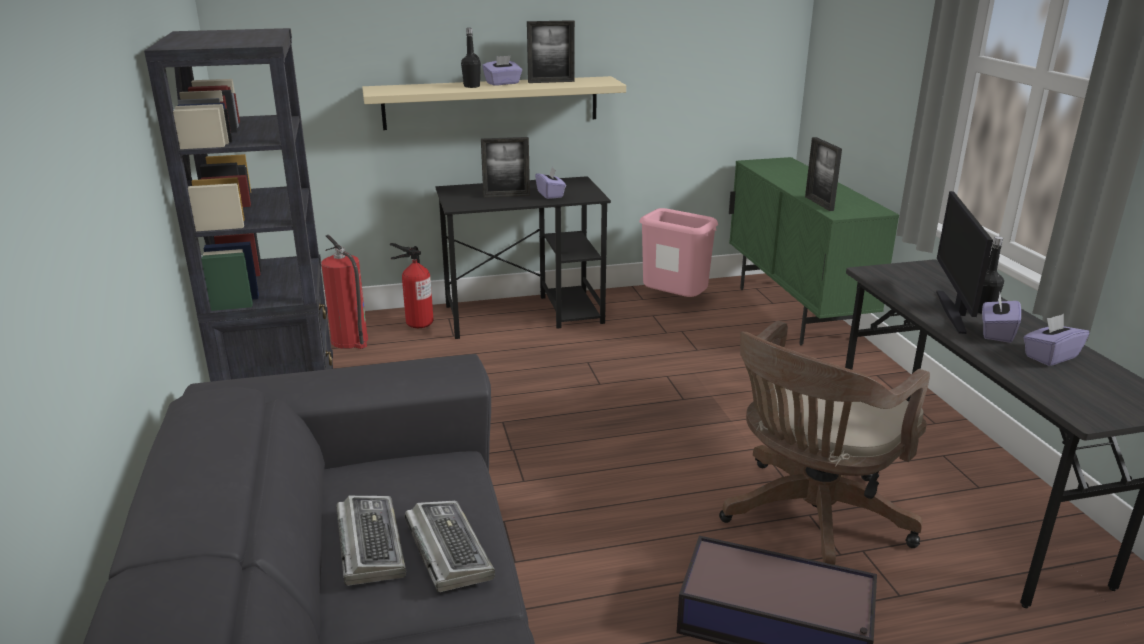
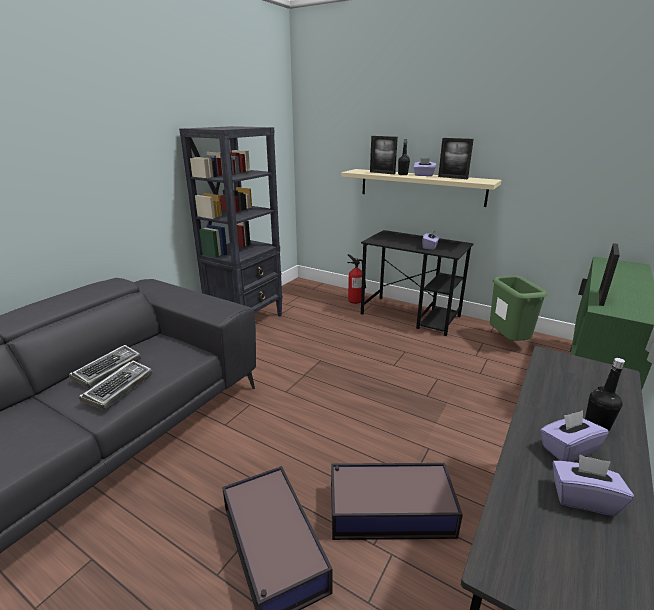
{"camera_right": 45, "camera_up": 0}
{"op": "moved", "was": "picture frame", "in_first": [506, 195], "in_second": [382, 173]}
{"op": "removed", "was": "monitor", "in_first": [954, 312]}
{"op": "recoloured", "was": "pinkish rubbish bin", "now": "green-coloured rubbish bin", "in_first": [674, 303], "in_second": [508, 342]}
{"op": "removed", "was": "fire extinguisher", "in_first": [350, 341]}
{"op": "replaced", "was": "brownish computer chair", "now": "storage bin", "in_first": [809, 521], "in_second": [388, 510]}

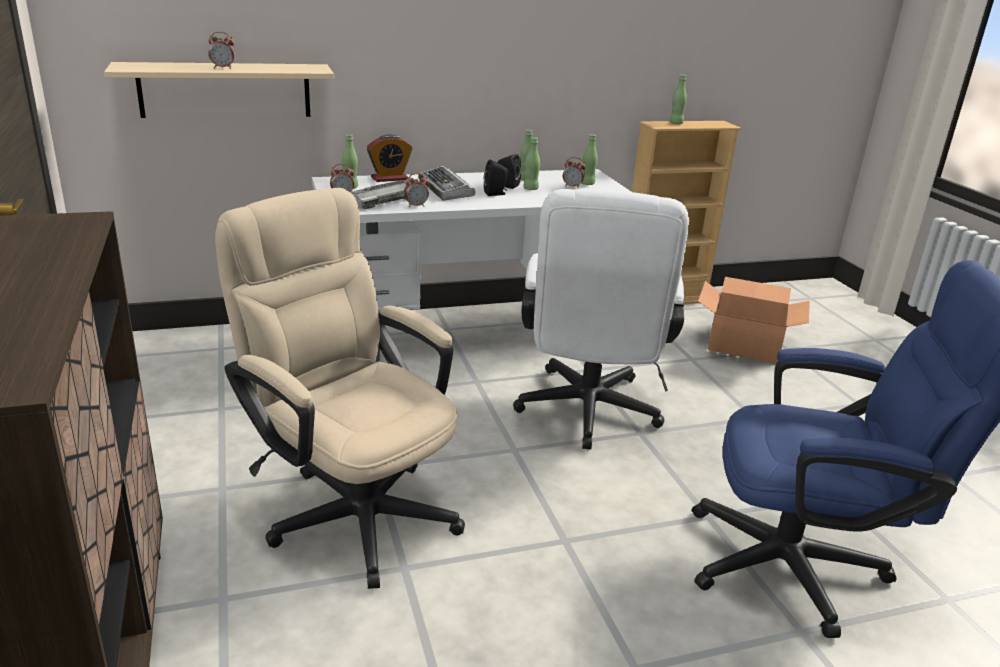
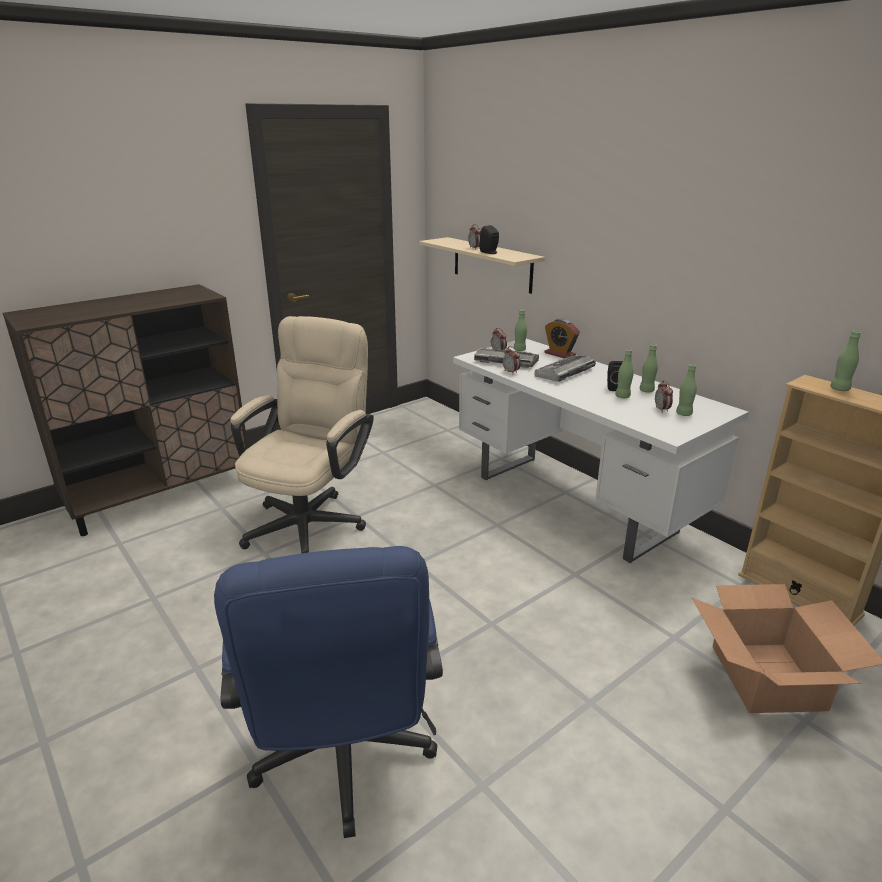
{"camera_right": 70, "camera_up": 0}
{"op": "moved", "was": "blackish loudspeaker", "in_first": [496, 193], "in_second": [490, 253]}
{"op": "removed", "was": "whitish computer chair", "in_first": [587, 415]}

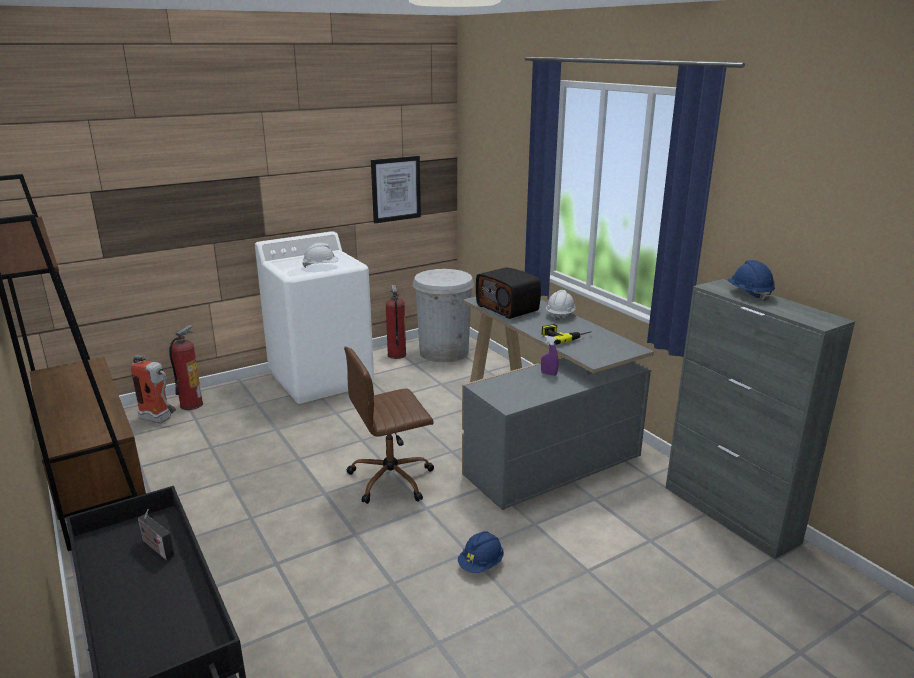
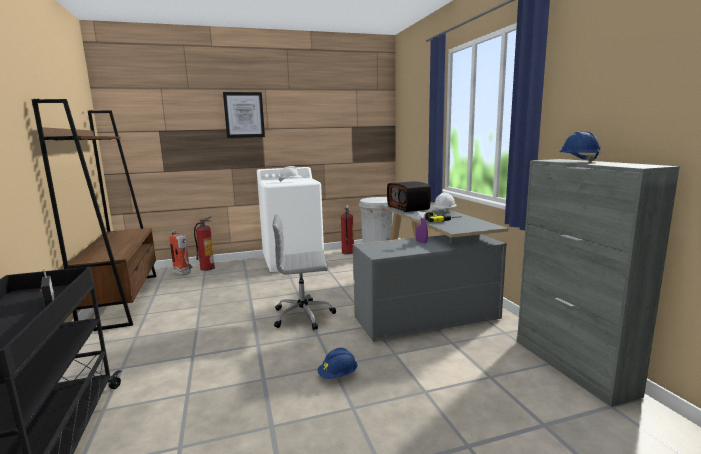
{"camera_right": 15, "camera_up": -10}
{"op": "moved", "was": "wall picture", "in_first": [396, 189], "in_second": [244, 115]}
{"op": "recoloured", "was": "brownish computer chair", "now": "grey computer chair", "in_first": [392, 479], "in_second": [304, 316]}

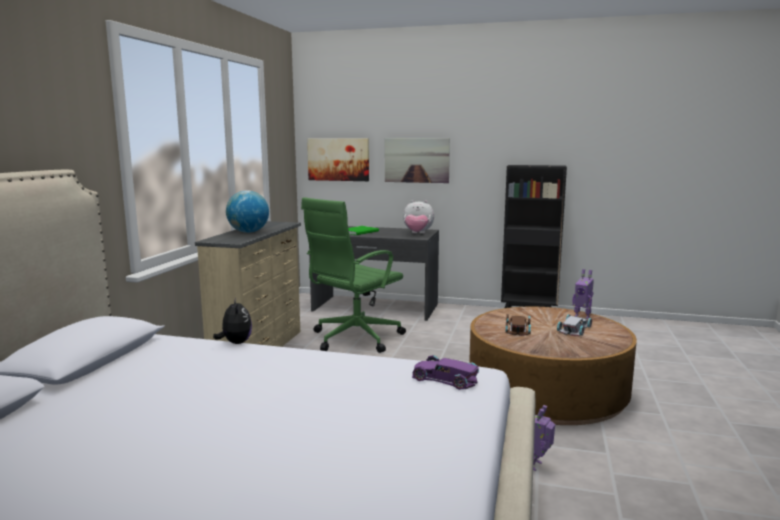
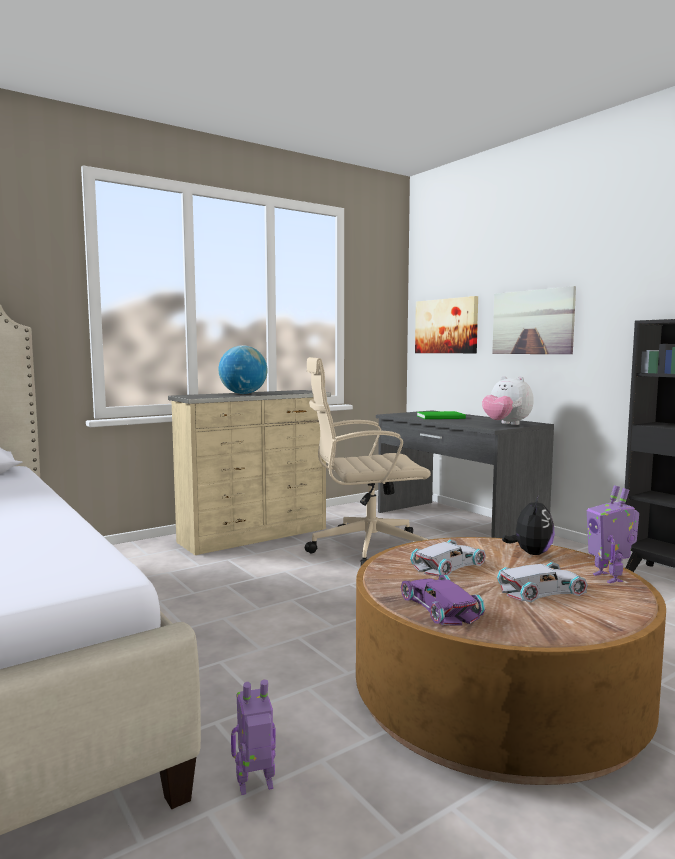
{"camera_right": 40, "camera_up": -5}
{"op": "recoloured", "was": "green-coloured computer chair", "now": "beige computer chair", "in_first": [354, 338], "in_second": [365, 549]}
{"op": "moved", "was": "soft toy", "in_first": [235, 343], "in_second": [530, 553]}
{"op": "recoloured", "was": "brownish toy car", "now": "whitish toy car", "in_first": [518, 328], "in_second": [449, 565]}
{"op": "moved", "was": "purple-coloured toy car", "in_first": [445, 378], "in_second": [441, 606]}

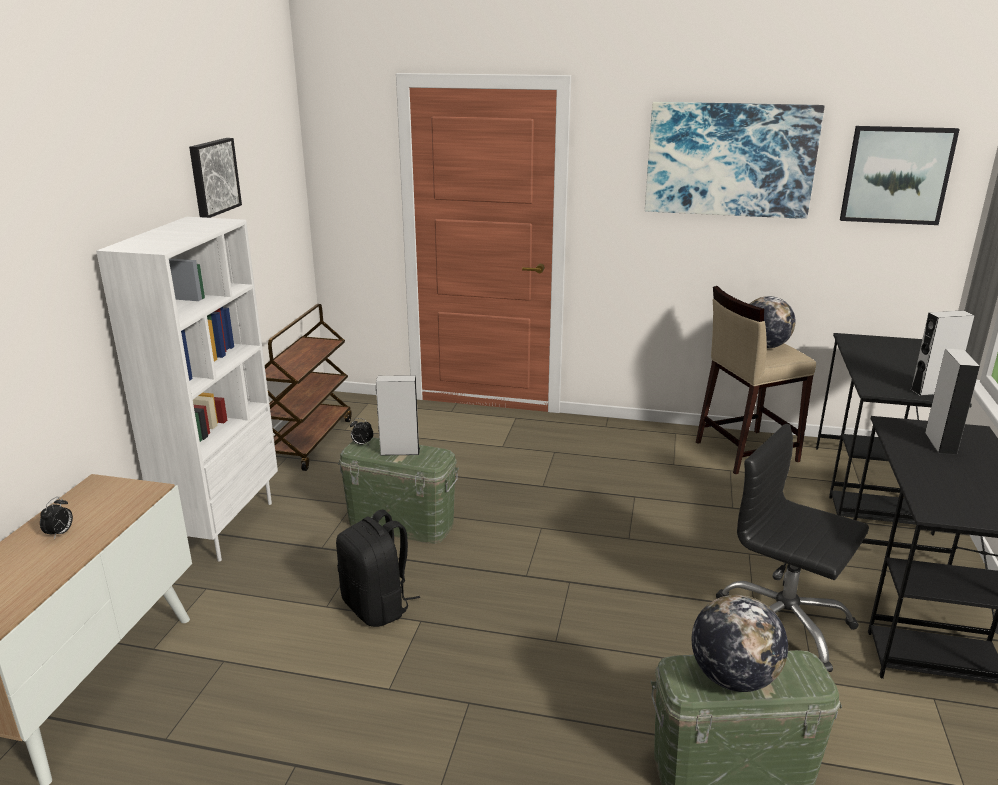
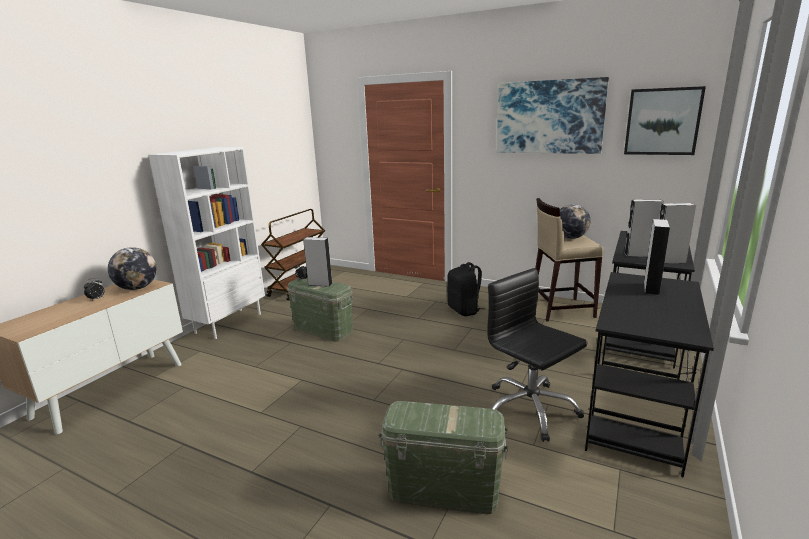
{"camera_right": 15, "camera_up": -5}
{"op": "removed", "was": "wall picture", "in_first": [213, 177]}
{"op": "moved", "was": "blackish backpack", "in_first": [377, 607], "in_second": [464, 310]}
{"op": "moved", "was": "desk globe", "in_first": [733, 678], "in_second": [137, 288]}
{"op": "added", "now": "grey loudspeaker", "in_second": [639, 255]}

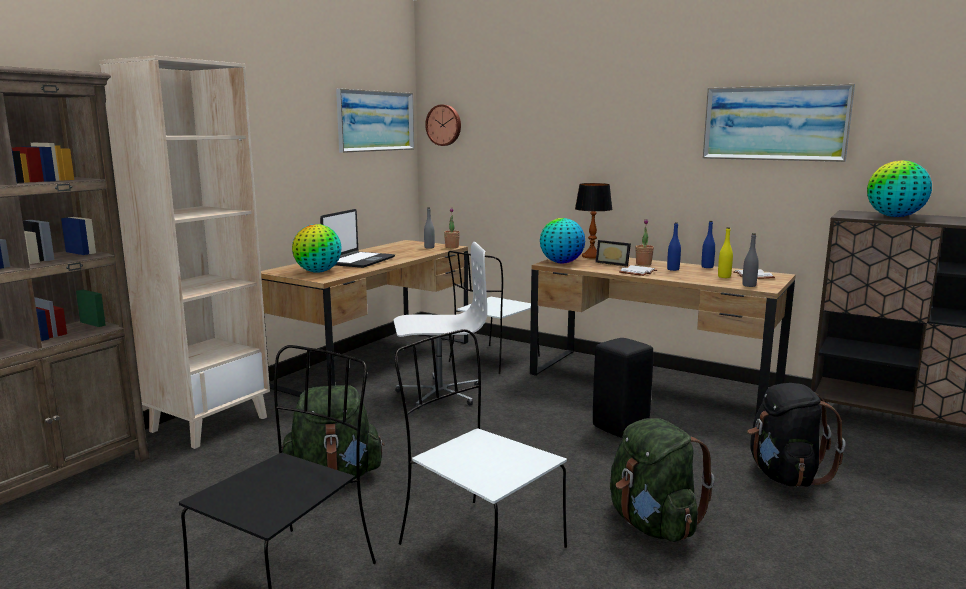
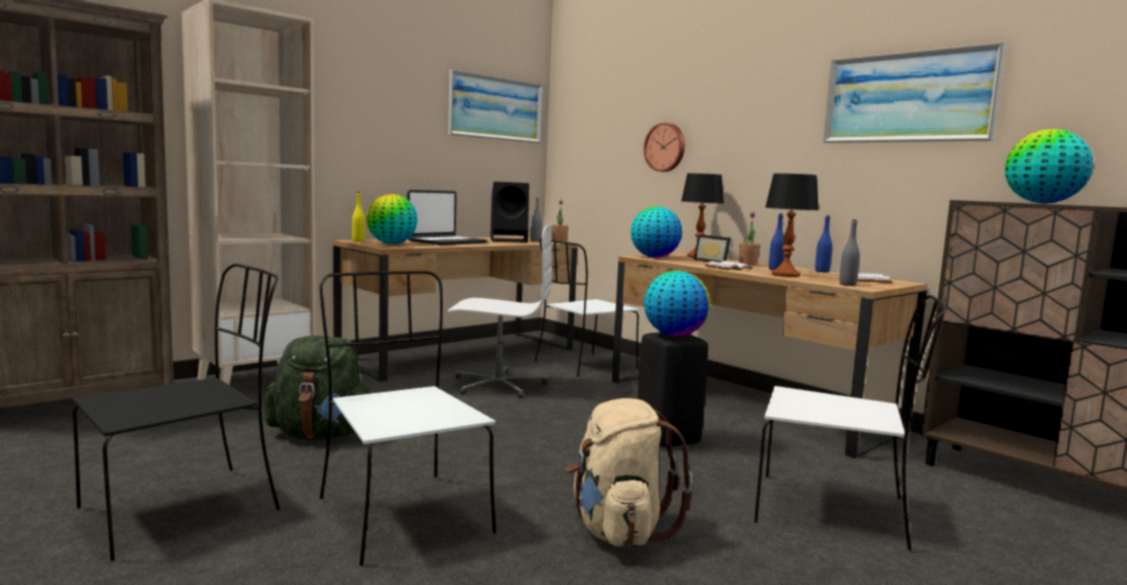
{"camera_right": 15, "camera_up": -5}
{"op": "moved", "was": "clock on the wall", "in_first": [444, 125], "in_second": [665, 147]}
{"op": "moved", "was": "yellow drink bottle", "in_first": [724, 277], "in_second": [358, 241]}
{"op": "replaced", "was": "blackish backpack", "now": "whitish upright chair", "in_first": [784, 475], "in_second": [835, 511]}
{"op": "recoloured", "was": "green-coloured backpack", "now": "beige backpack", "in_first": [653, 524], "in_second": [618, 530]}
{"op": "added", "now": "lamp for a table", "in_second": [785, 275]}
{"op": "added", "now": "blackish loudspeaker", "in_second": [510, 240]}
{"op": "added", "now": "desk globe", "in_second": [674, 335]}

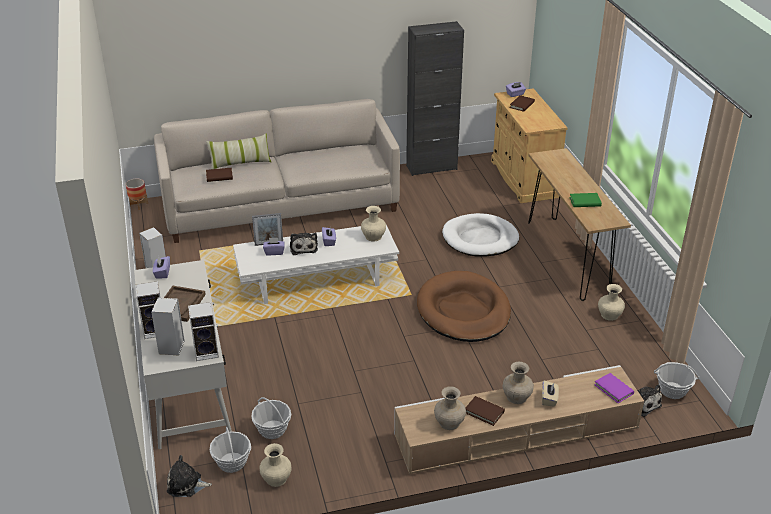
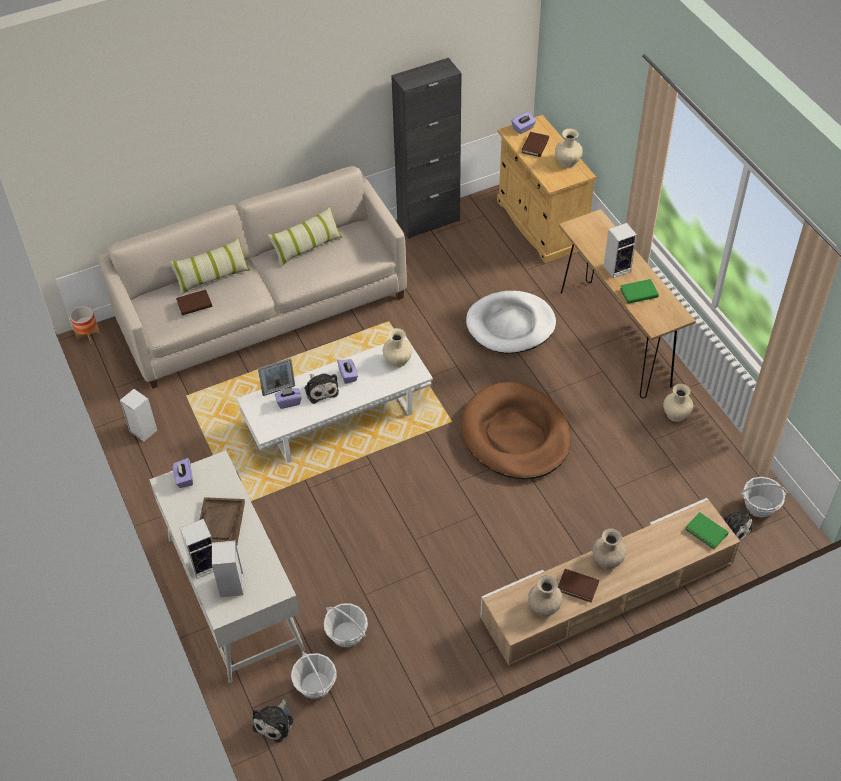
{"camera_right": -10, "camera_up": 15}
{"op": "moved", "was": "loudspeaker", "in_first": [207, 352], "in_second": [617, 268]}
{"op": "recoloured", "was": "purple-coloured bound book", "now": "green-coloured bound book", "in_first": [613, 389], "in_second": [706, 532]}
{"op": "removed", "was": "beige tissue holder", "in_first": [549, 399]}
{"op": "moved", "was": "beige flower vase", "in_first": [277, 478], "in_second": [568, 161]}
{"op": "turned", "was": "soft toy", "in_first": [186, 485], "in_second": [275, 722], "clockwise": -60}
{"op": "added", "now": "pillow", "in_second": [307, 248]}

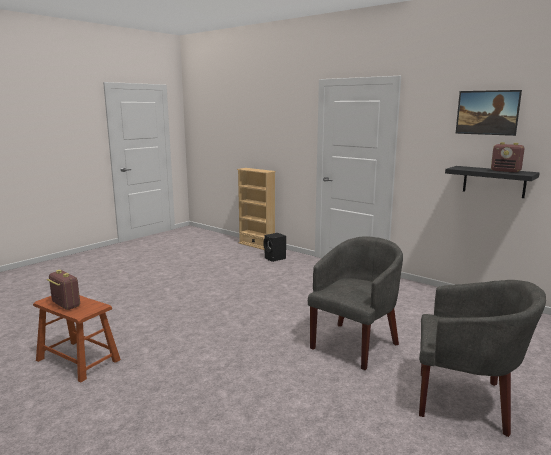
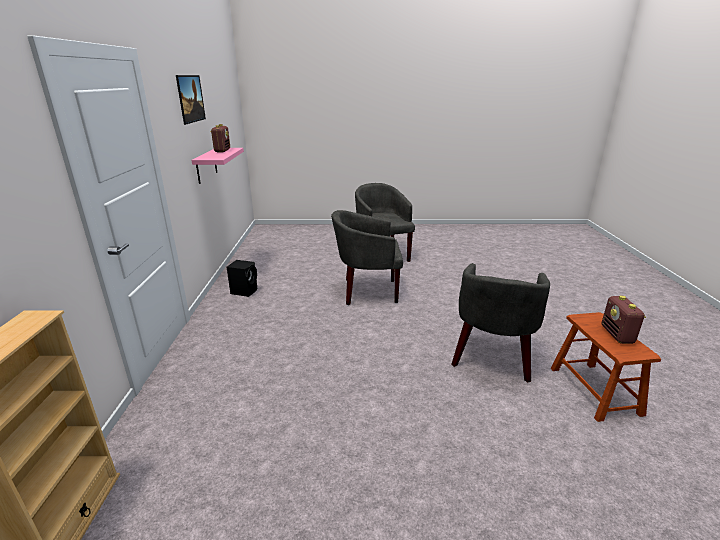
{"camera_right": -130, "camera_up": 10}
{"op": "recoloured", "was": "blackish shelf", "now": "pinkish shelf", "in_first": [494, 181], "in_second": [206, 165]}
{"op": "moved", "was": "blackish loudspeaker", "in_first": [275, 258], "in_second": [245, 291]}
{"op": "added", "now": "grey armchair", "in_second": [491, 357]}

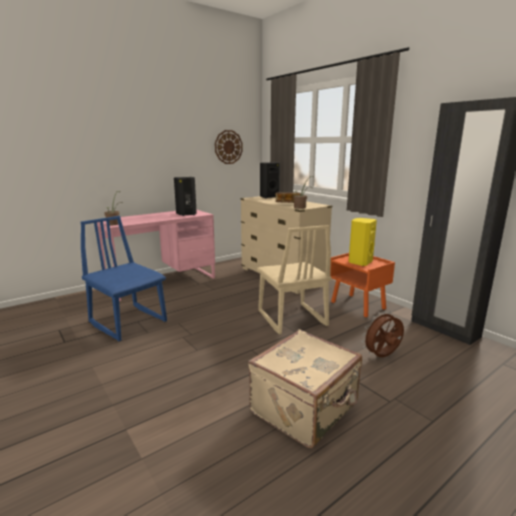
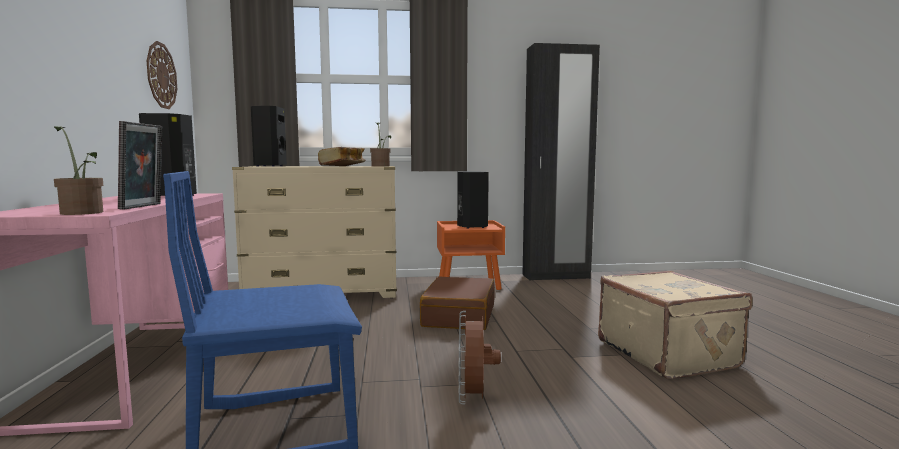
{"camera_right": -60, "camera_up": -10}
{"op": "recoloured", "was": "yellow loudspeaker", "now": "blackish loudspeaker", "in_first": [359, 262], "in_second": [471, 226]}
{"op": "replaced", "was": "beige upright chair", "now": "brownish travel case", "in_first": [291, 319], "in_second": [458, 315]}
{"op": "moved", "was": "brownish cooling fan", "in_first": [382, 356], "in_second": [474, 399]}
{"op": "added", "now": "picture frame", "in_second": [144, 206]}

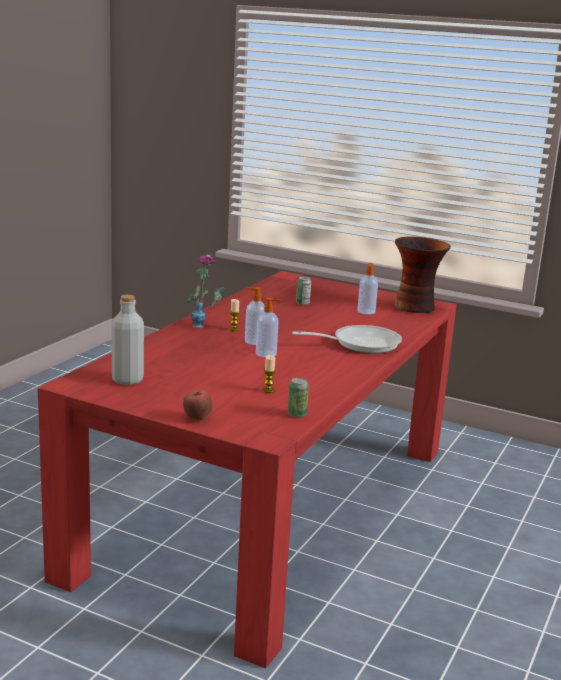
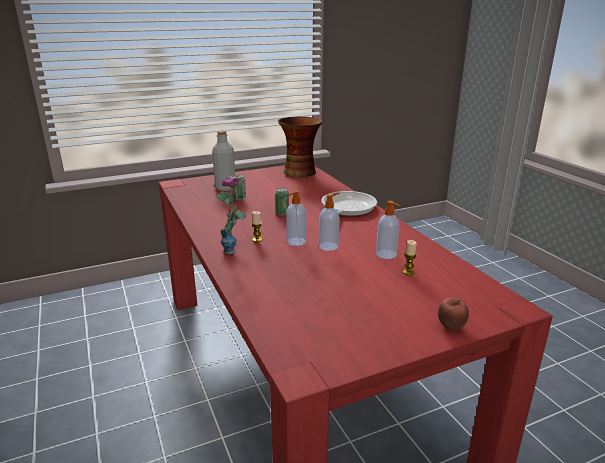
{"camera_right": -50, "camera_up": 5}
{"op": "moved", "was": "soap dispenser", "in_first": [366, 312], "in_second": [386, 255]}
{"op": "moved", "was": "grey drink bottle", "in_first": [127, 380], "in_second": [225, 188]}
{"op": "moved", "was": "metal can", "in_first": [297, 414], "in_second": [282, 213]}

